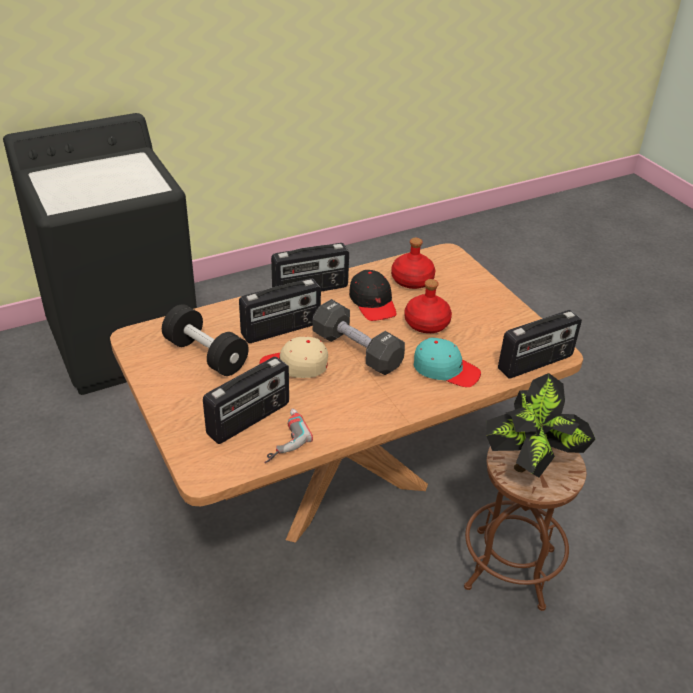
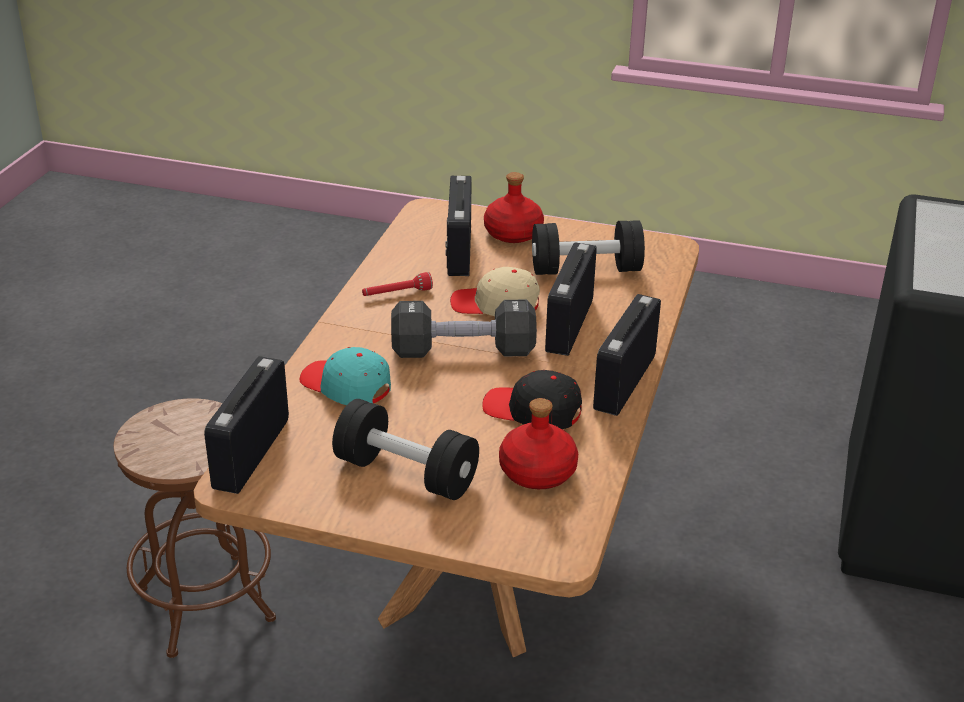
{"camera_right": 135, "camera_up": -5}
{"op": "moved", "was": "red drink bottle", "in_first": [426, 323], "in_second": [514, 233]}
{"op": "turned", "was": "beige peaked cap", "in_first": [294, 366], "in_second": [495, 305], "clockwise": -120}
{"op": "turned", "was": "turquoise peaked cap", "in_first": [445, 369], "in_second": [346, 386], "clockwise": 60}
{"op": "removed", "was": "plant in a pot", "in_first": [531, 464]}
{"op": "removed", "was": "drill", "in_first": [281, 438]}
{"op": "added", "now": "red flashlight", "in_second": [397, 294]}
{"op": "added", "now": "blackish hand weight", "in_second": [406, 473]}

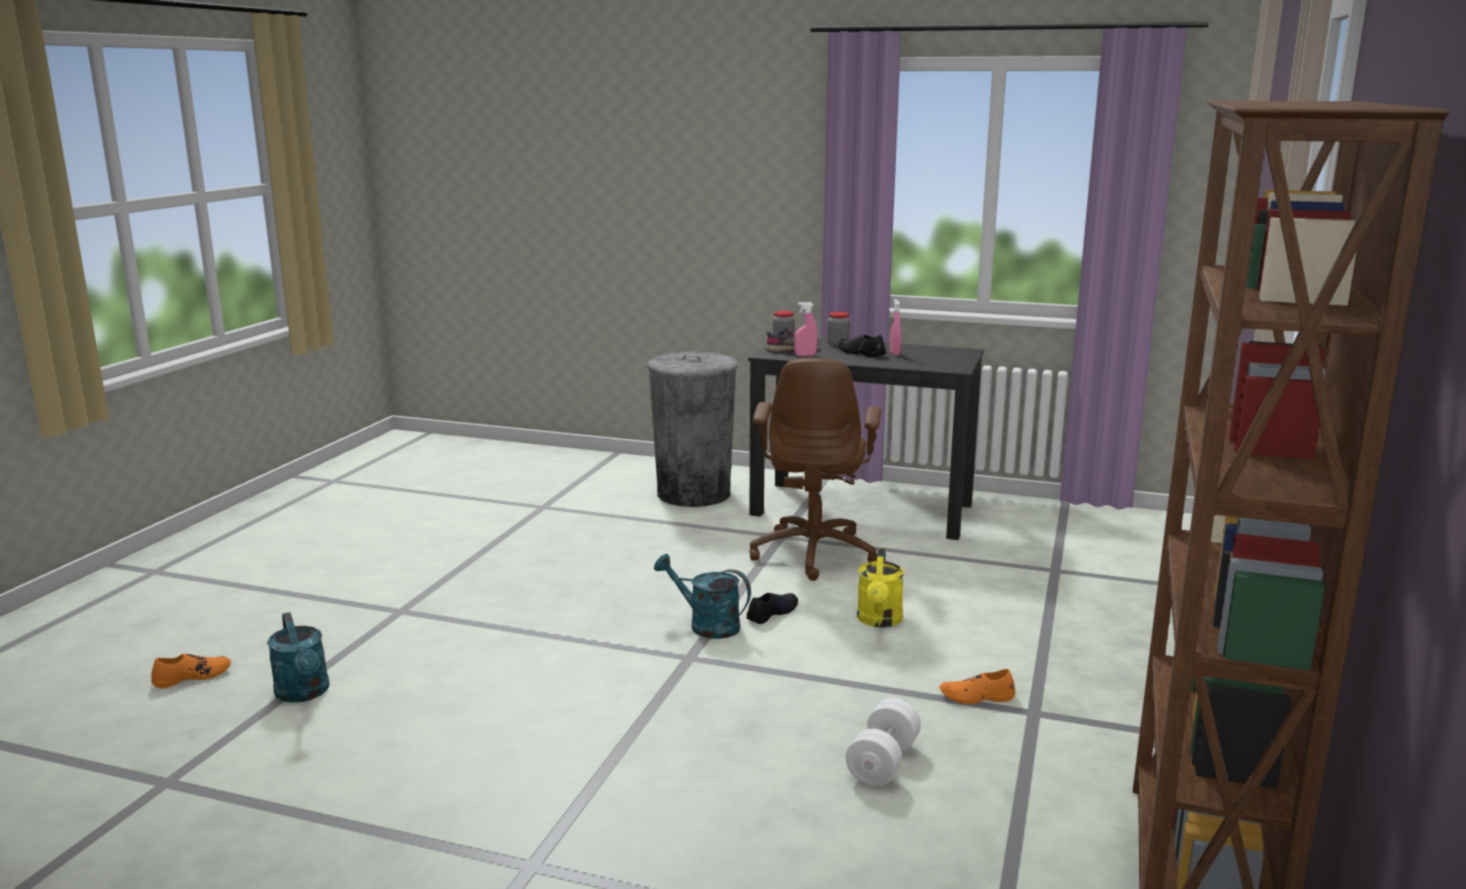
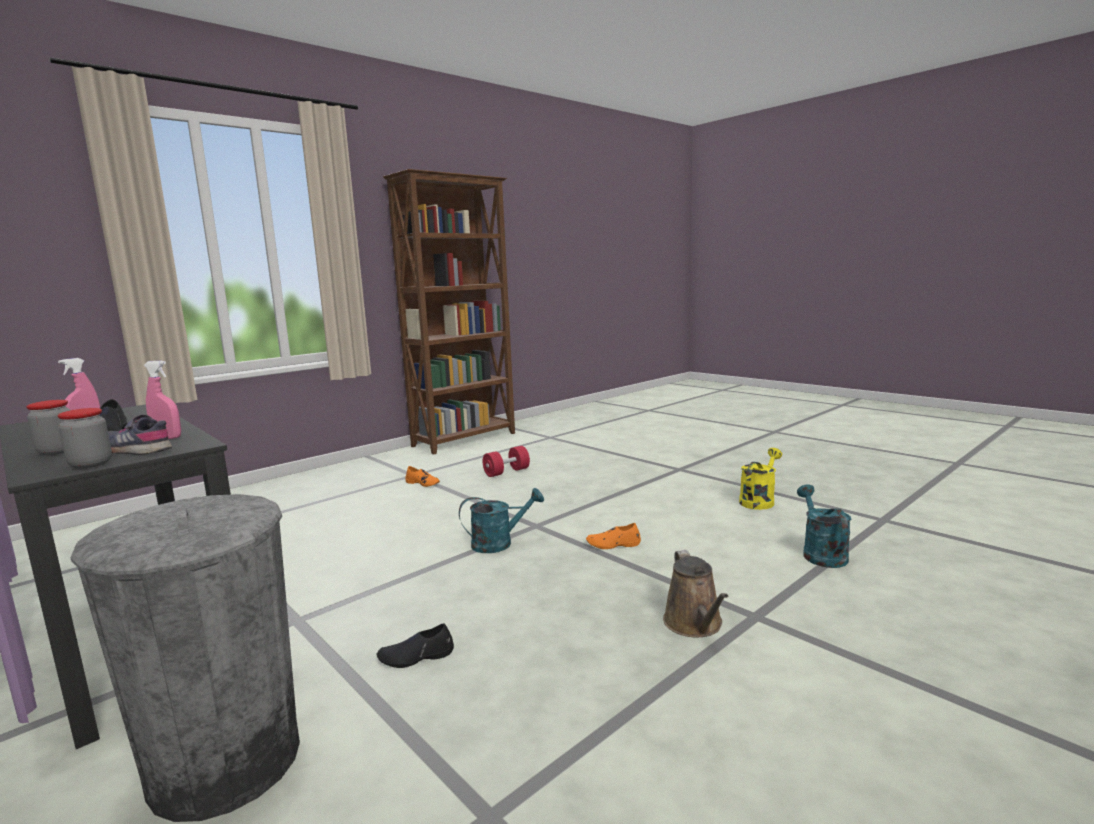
{"camera_right": -150, "camera_up": -5}
{"op": "removed", "was": "brownish computer chair", "in_first": [814, 553]}
{"op": "moved", "was": "yellow watering pot", "in_first": [879, 621], "in_second": [759, 500]}
{"op": "turned", "was": "turquoise watering pot", "in_first": [706, 625], "in_second": [499, 543], "clockwise": -75}
{"op": "moved", "was": "blackish shoe", "in_first": [772, 613], "in_second": [416, 657]}
{"op": "moved", "was": "orangey shoe", "in_first": [192, 677], "in_second": [613, 544]}
{"op": "recoloured", "was": "whitish hand weight", "now": "red hand weight", "in_first": [883, 762], "in_second": [506, 472]}
{"op": "added", "now": "brownish watering pot", "in_second": [695, 625]}

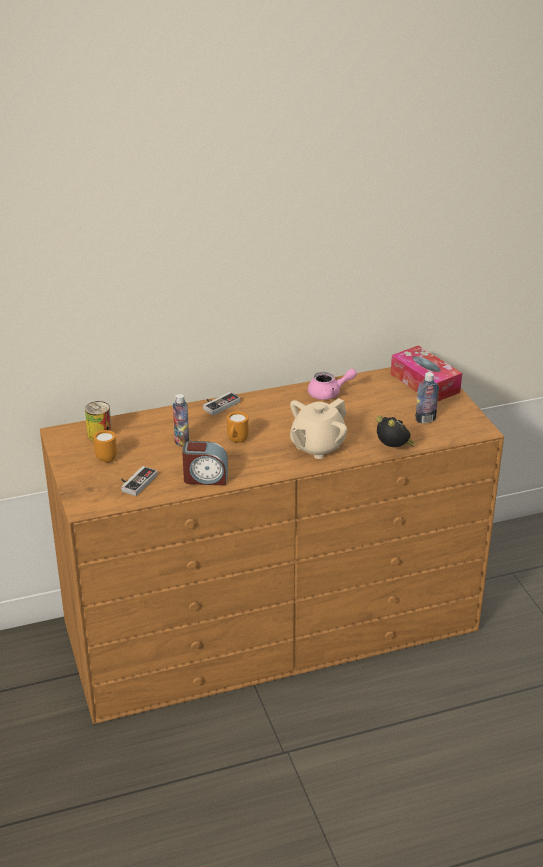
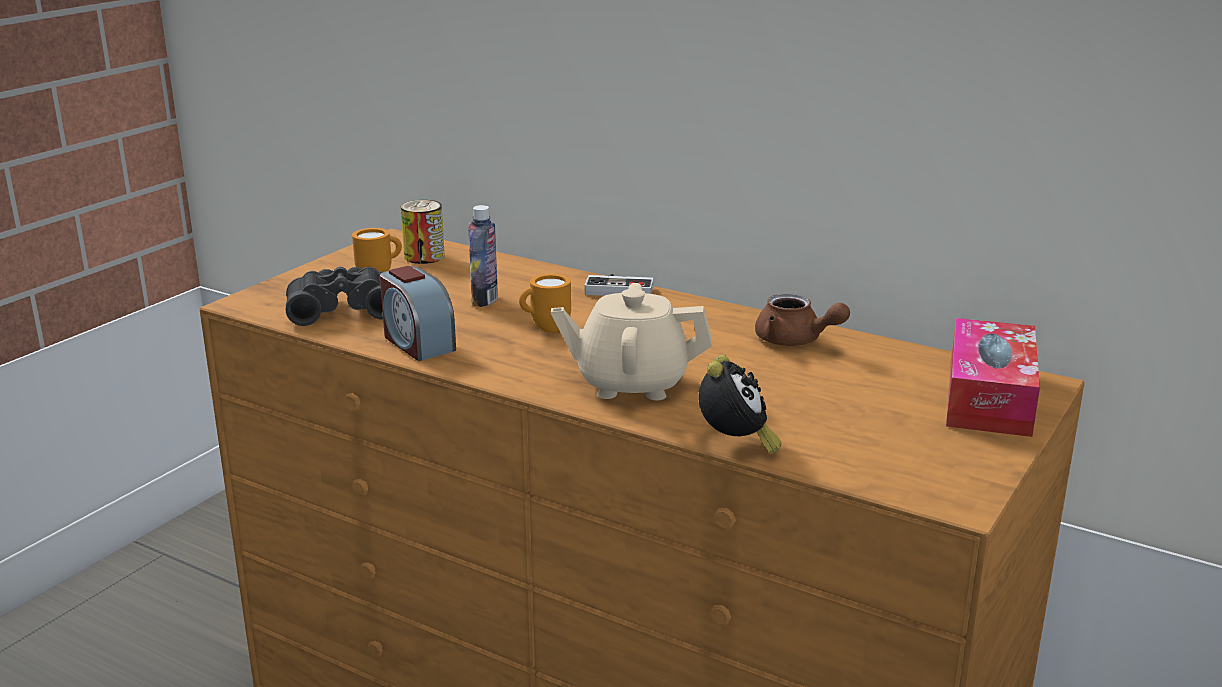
{"camera_right": 50, "camera_up": -10}
{"op": "recoloured", "was": "pinkish tea pot", "now": "brownish tea pot", "in_first": [329, 393], "in_second": [795, 341]}
{"op": "removed", "was": "drink bottle", "in_first": [425, 419]}
{"op": "replaced", "was": "gamepad", "now": "blackish binoculars", "in_first": [136, 482], "in_second": [343, 309]}

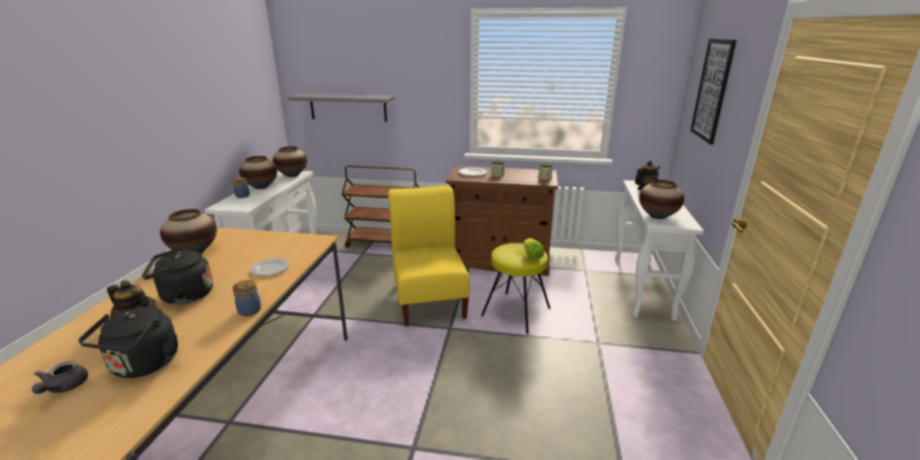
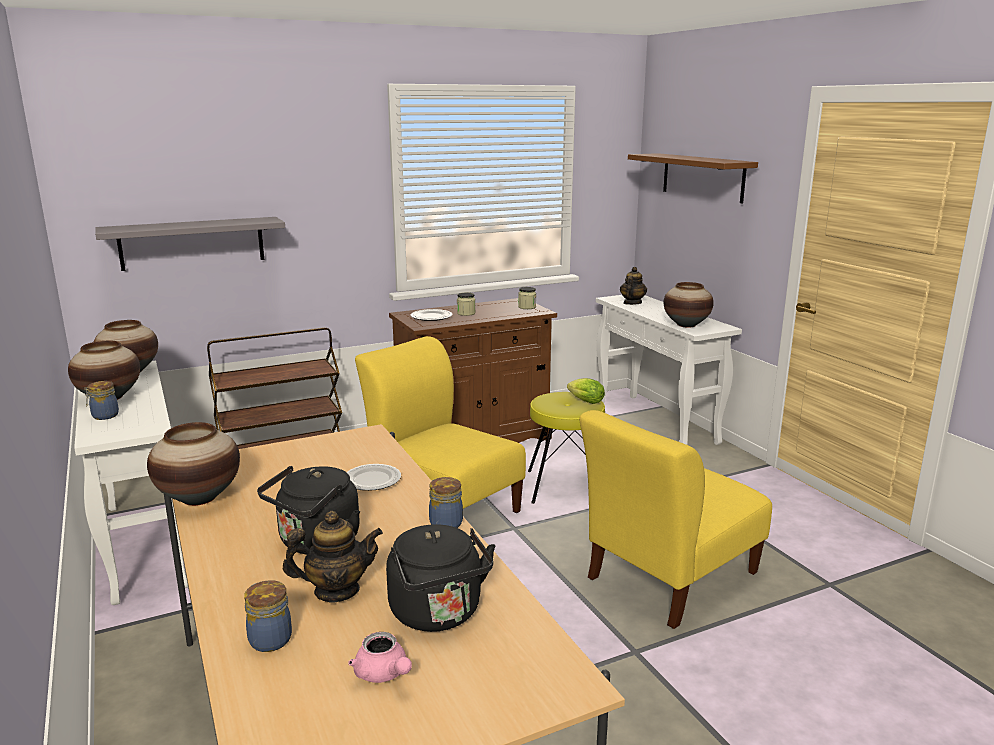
{"camera_right": -35, "camera_up": -5}
{"op": "replaced", "was": "wall picture", "now": "brownish shelf", "in_first": [712, 90], "in_second": [702, 177]}
{"op": "recoloured", "was": "grey tea pot", "now": "pinkish tea pot", "in_first": [63, 388], "in_second": [383, 674]}
{"op": "added", "now": "yellow upright chair", "in_second": [668, 579]}
{"op": "added", "now": "preserve jar", "in_second": [269, 639]}

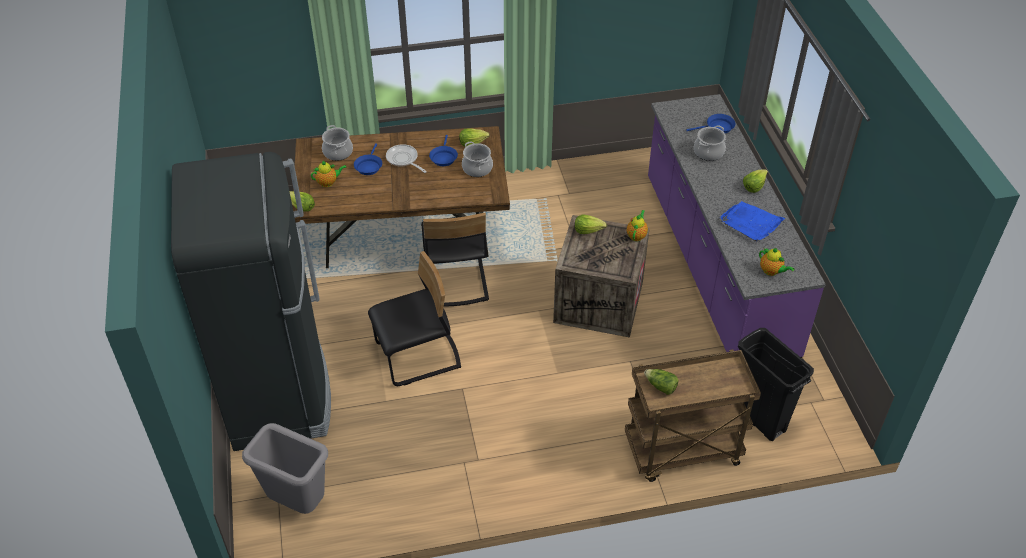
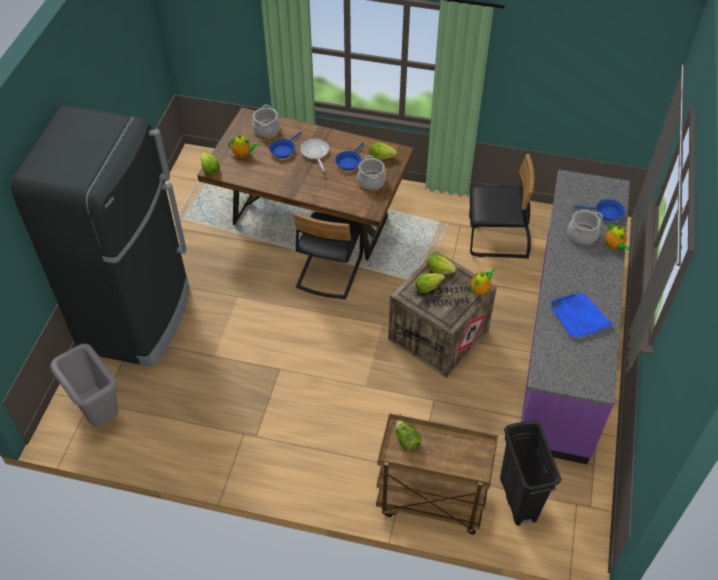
{"camera_right": 25, "camera_up": 5}
{"op": "moved", "was": "lettuce head", "in_first": [754, 186], "in_second": [428, 286]}
{"op": "moved", "was": "tea pot", "in_first": [771, 271], "in_second": [614, 246]}
{"op": "moved", "was": "blackish upright chair", "in_first": [418, 357], "in_second": [498, 239]}

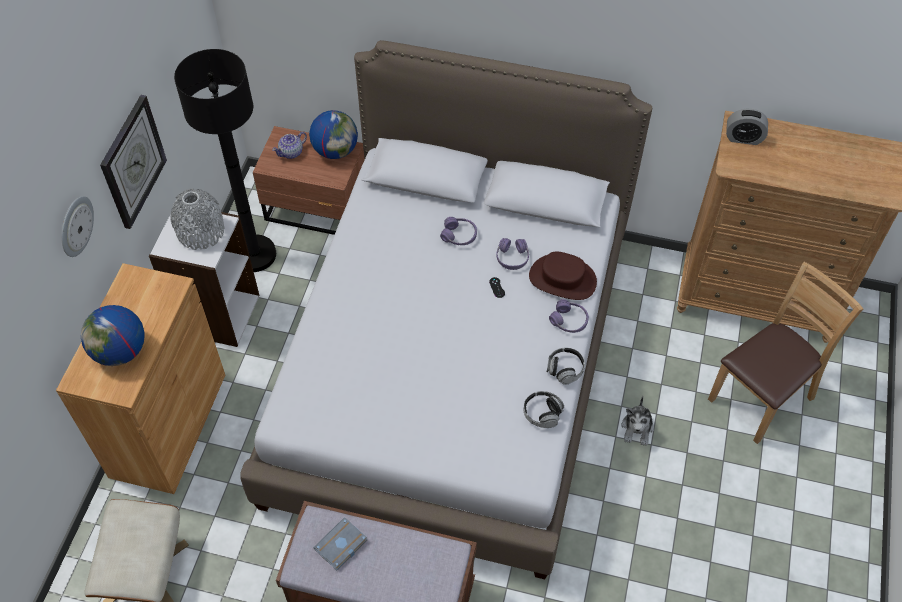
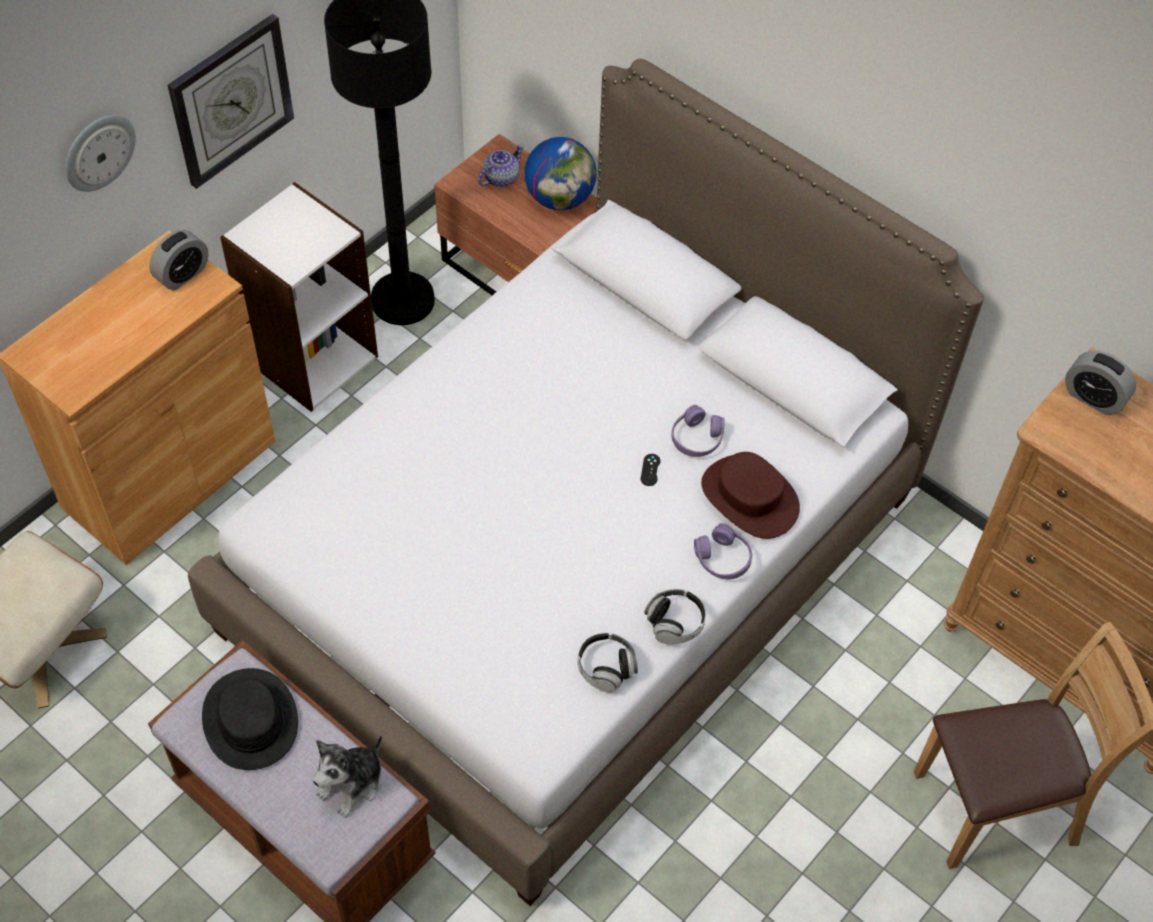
{"camera_right": 25, "camera_up": 0}
{"op": "turned", "was": "tea pot", "in_first": [291, 152], "in_second": [500, 178], "clockwise": 150}
{"op": "removed", "was": "grey flower vase", "in_first": [200, 231]}
{"op": "removed", "was": "purple-coloured headphones", "in_first": [459, 235]}
{"op": "removed", "was": "desk globe", "in_first": [120, 352]}
{"op": "moved", "was": "soft toy", "in_first": [637, 428], "in_second": [352, 783]}
{"op": "replaced", "was": "grey bound book", "now": "blackish wearable hat", "in_first": [341, 547], "in_second": [250, 720]}
{"op": "added", "now": "table clock", "in_second": [182, 275]}

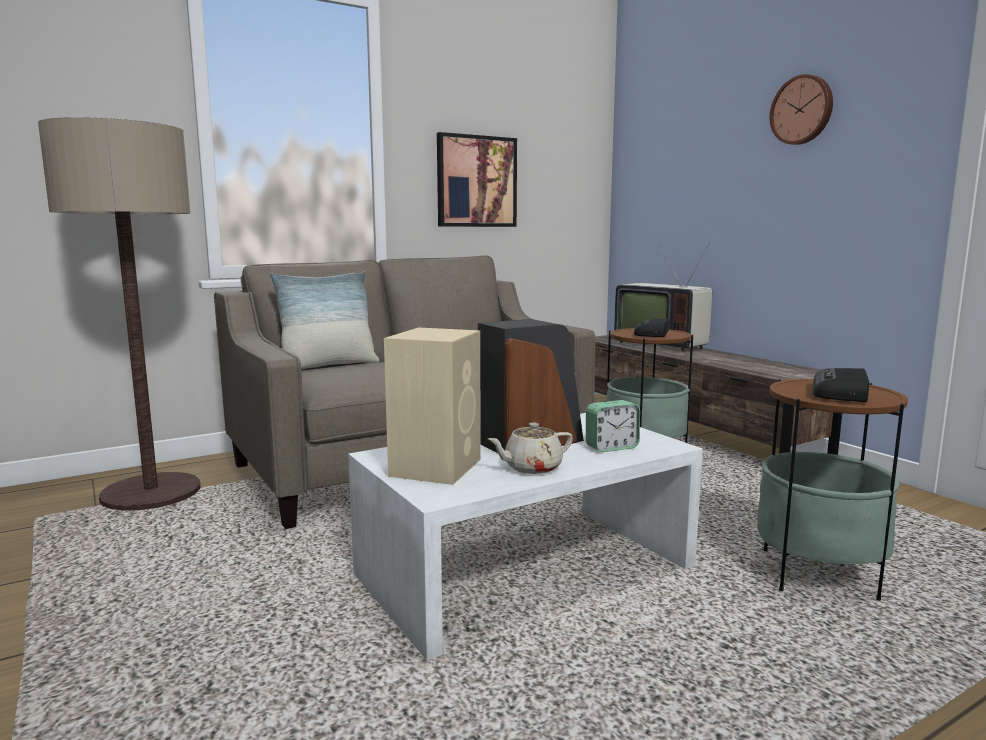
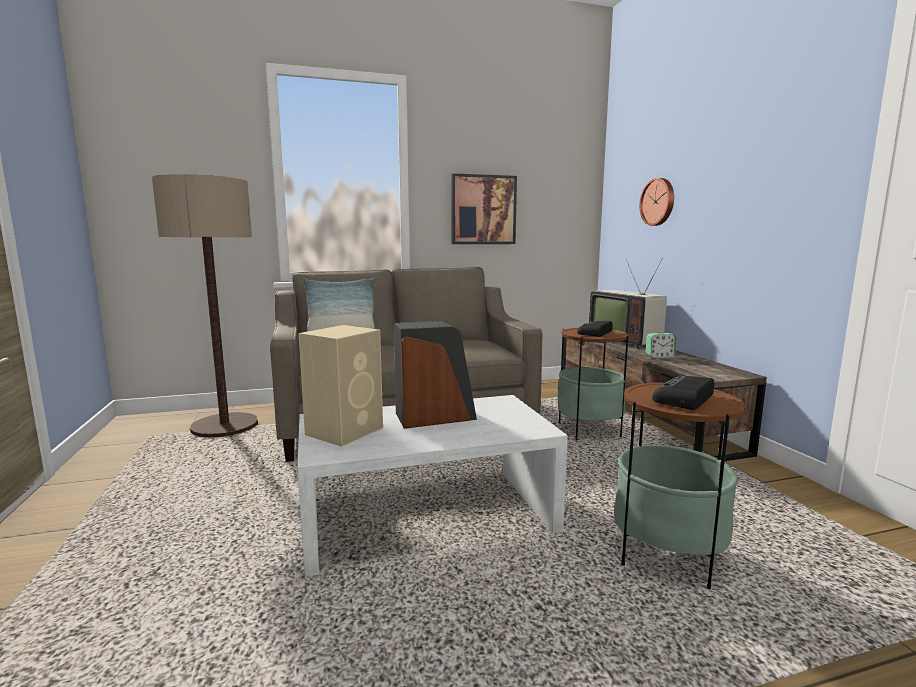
{"camera_right": 15, "camera_up": 0}
{"op": "moved", "was": "clock on the wall", "in_first": [802, 110], "in_second": [658, 202]}
{"op": "moved", "was": "table clock", "in_first": [611, 447], "in_second": [659, 357]}
{"op": "removed", "was": "beige tea pot", "in_first": [531, 468]}

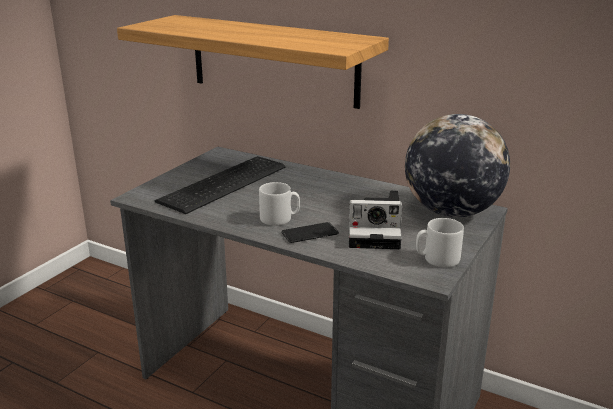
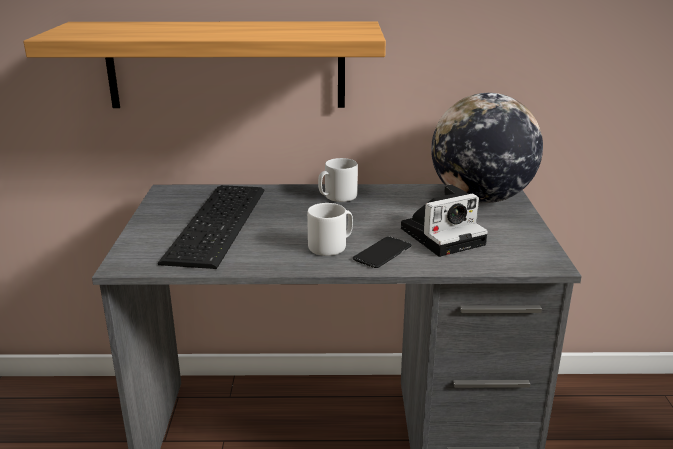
{"camera_right": -30, "camera_up": 0}
{"op": "moved", "was": "grey coffee mug", "in_first": [437, 259], "in_second": [337, 197]}

